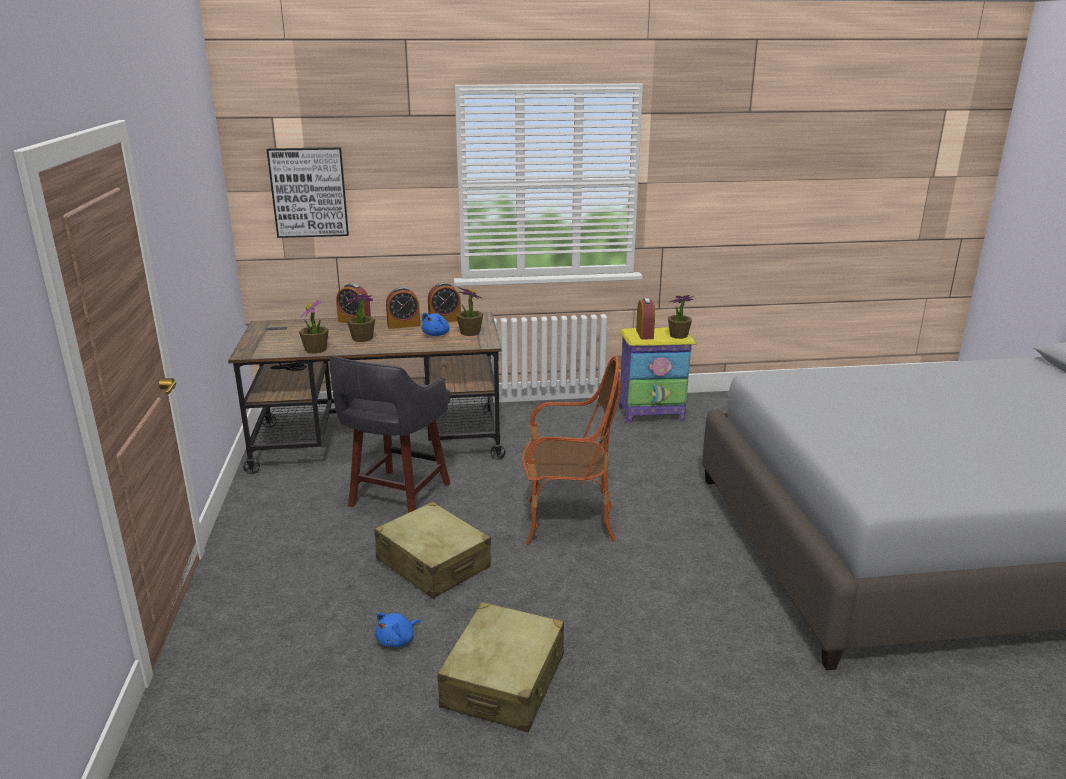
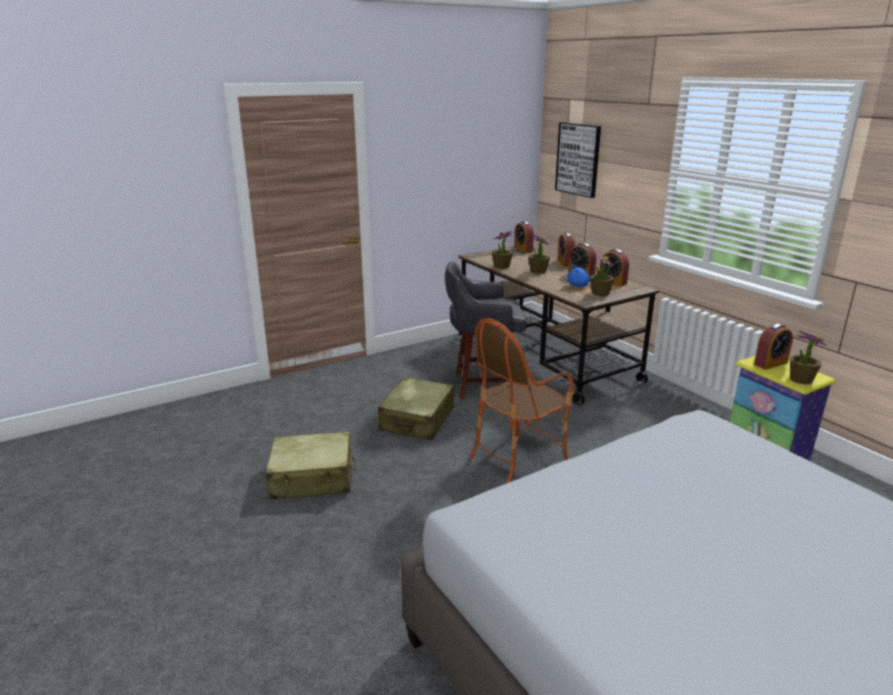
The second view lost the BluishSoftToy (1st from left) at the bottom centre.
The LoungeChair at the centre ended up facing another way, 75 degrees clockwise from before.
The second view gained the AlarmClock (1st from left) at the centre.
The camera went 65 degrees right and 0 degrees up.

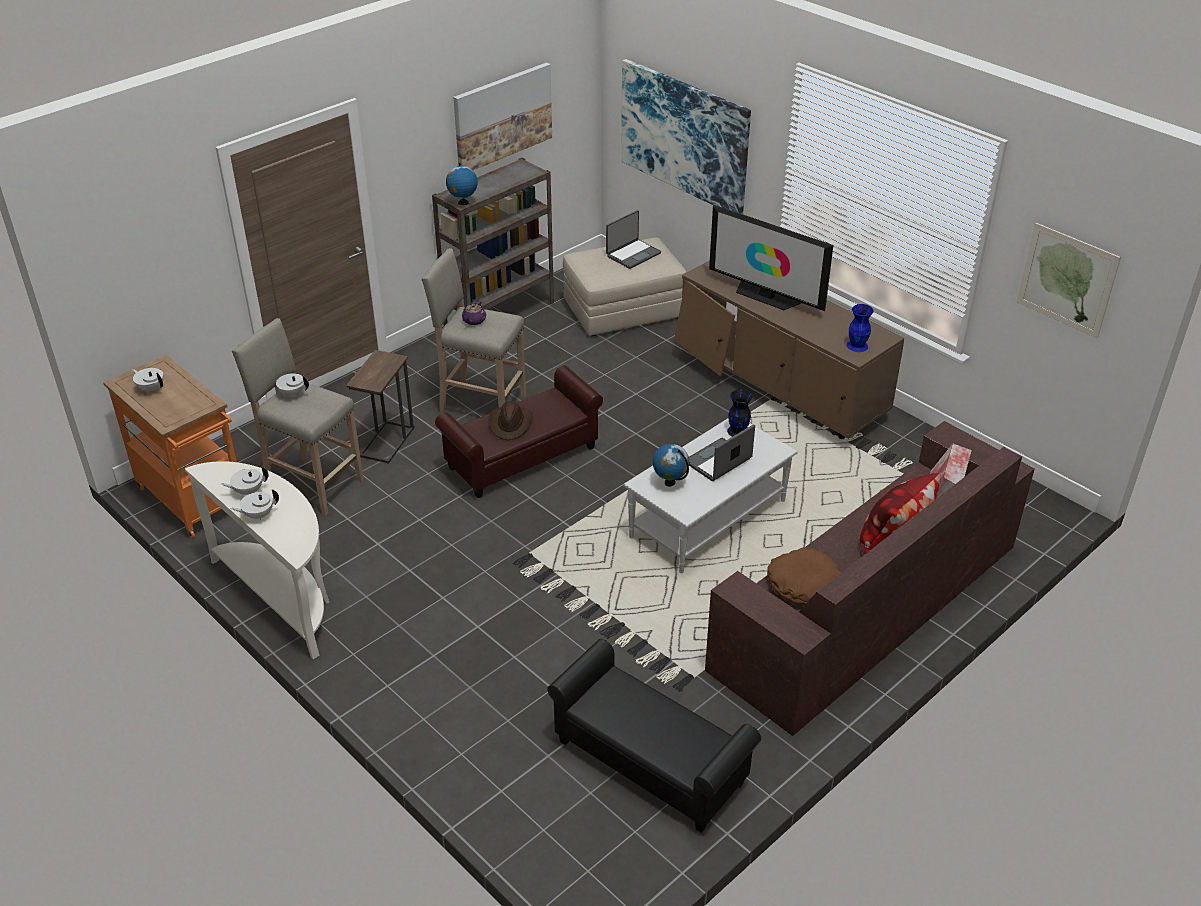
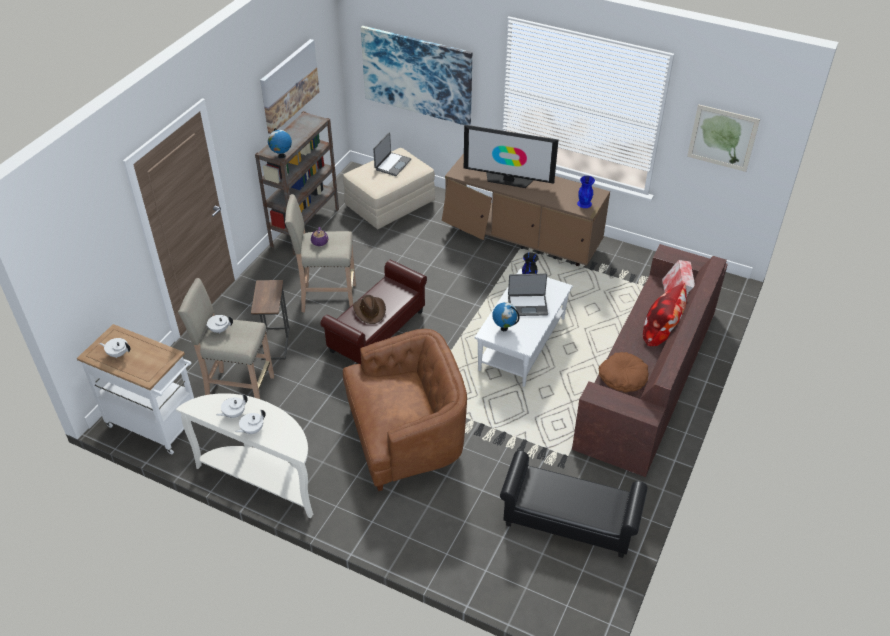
What was the OrangeColouredWheeledCart at the middle left turned into the WhitishWheeledCart at the middle left.
The Laptop (2nd from left) at the centre ended up facing another way, 120 degrees counterclockwise from before.
The second view gained the BrownLoungeChair at the centre.
The camera went 20 degrees left and 5 degrees up.

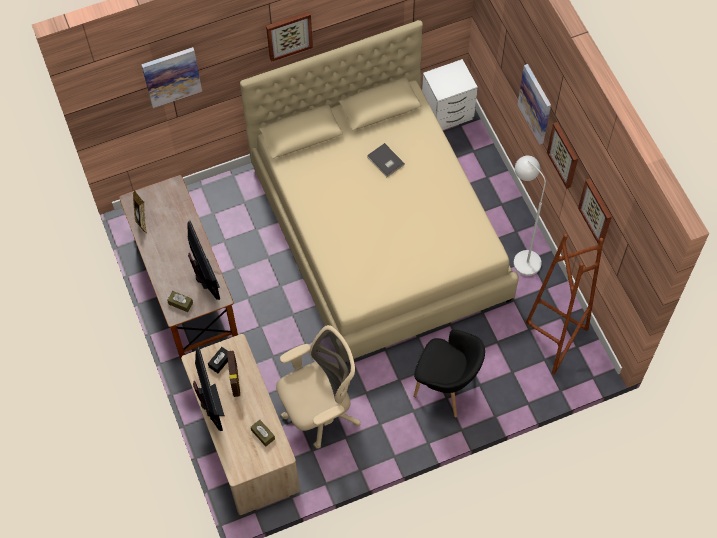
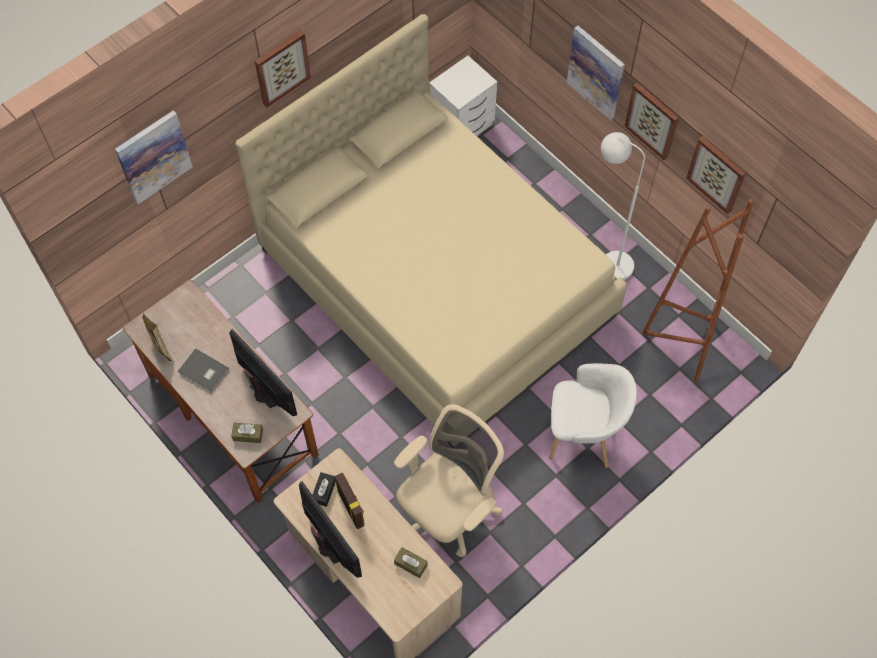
The GrayBook ended up elsewhere, having gone from the top centre to the middle left.
What was the BlackishLoungeChair at the bottom centre turned into the WhitishLoungeChair at the middle right.
The camera went 20 degrees left and 0 degrees up.

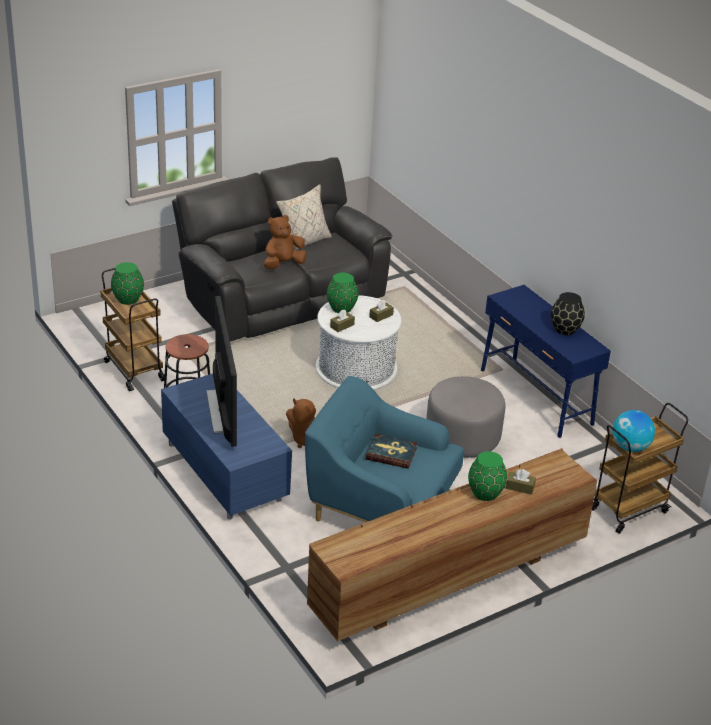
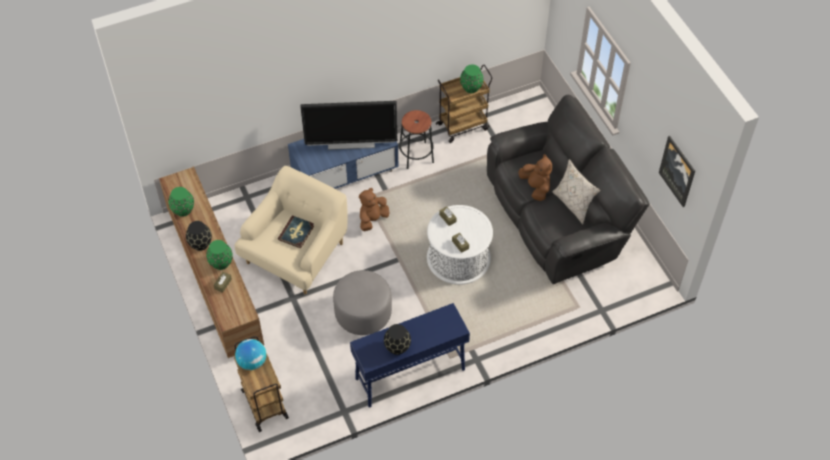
What was the BluishLoungeChair at the centre turned into the SandColouredLoungeChair at the centre.
The GreenishDecorativeVase (2nd from left in the first image) ended up elsewhere, having gone from the centre to the middle left.
The second view gained the BlackishDecorativeVase (1st from left) at the middle left.
The second view gained the WallPicture at the middle right.
The camera went 100 degrees right and 20 degrees up.

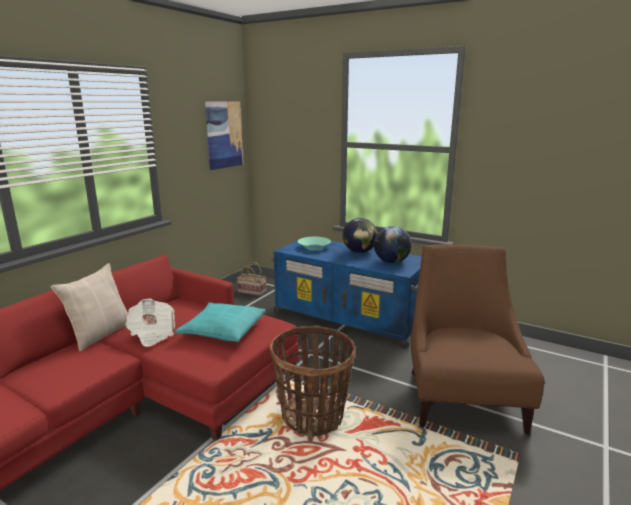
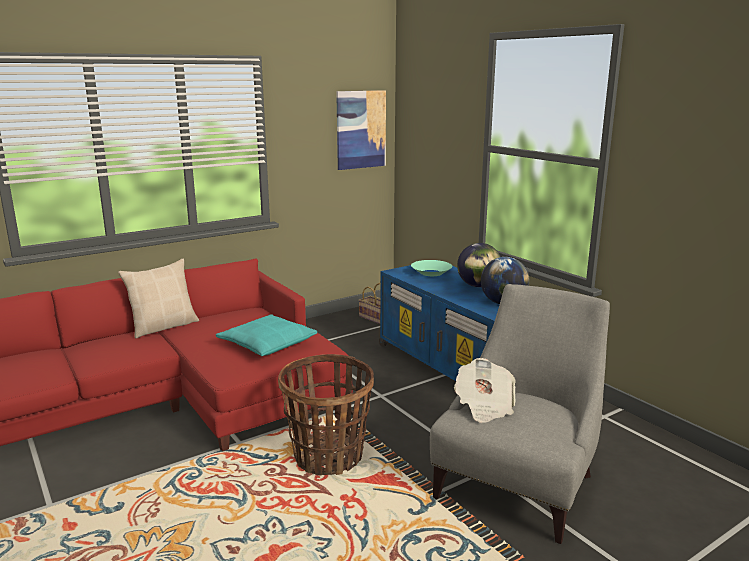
The DailyPaper ended up elsewhere, having gone from the middle left to the bottom centre.
What was the BrownLoungeChair at the bottom right turned into the GrayLoungeChair at the bottom right.
The camera went 25 degrees right and 0 degrees up.

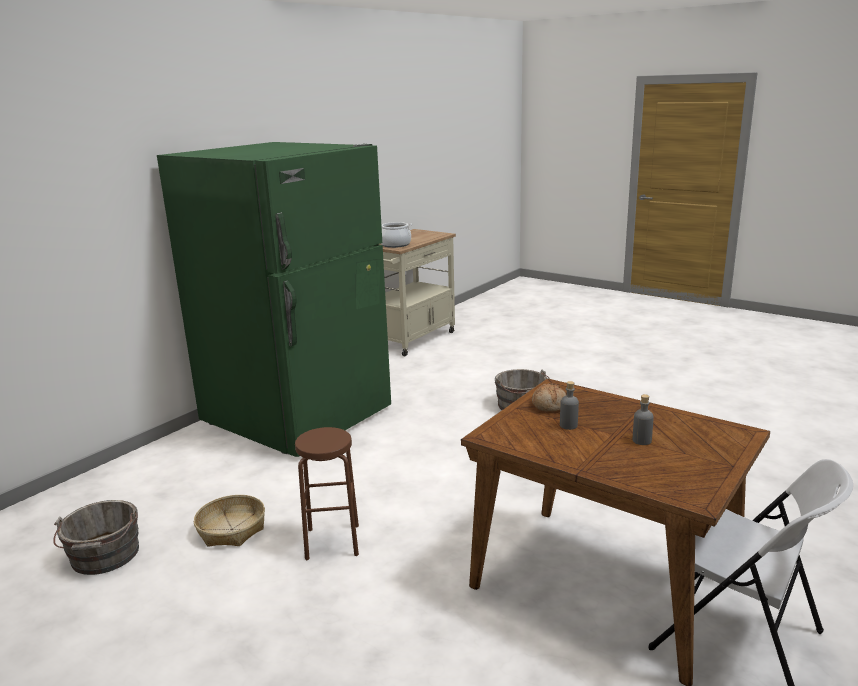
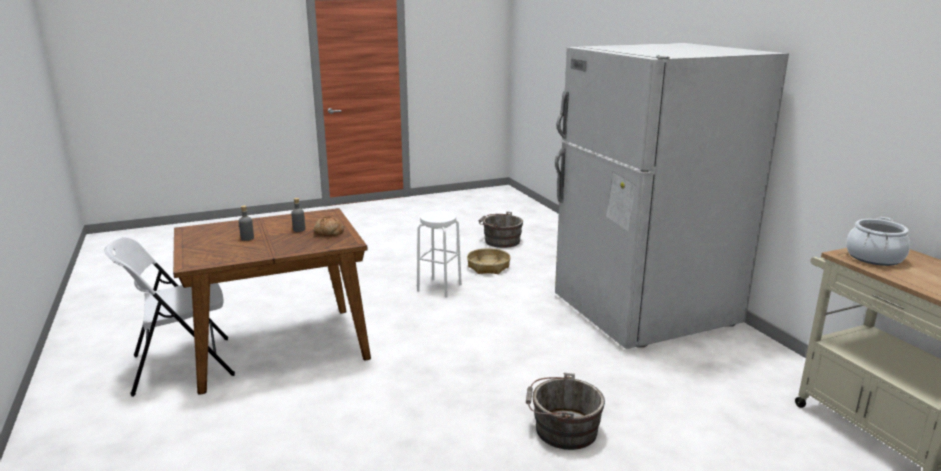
What was the GreenishKitchenFridge at the middle left turned into the WhitishKitchenFridge at the middle right.
What was the BrownSittingStool at the bottom centre turned into the WhitishSittingStool at the centre.
The camera went 120 degrees right and 0 degrees up.

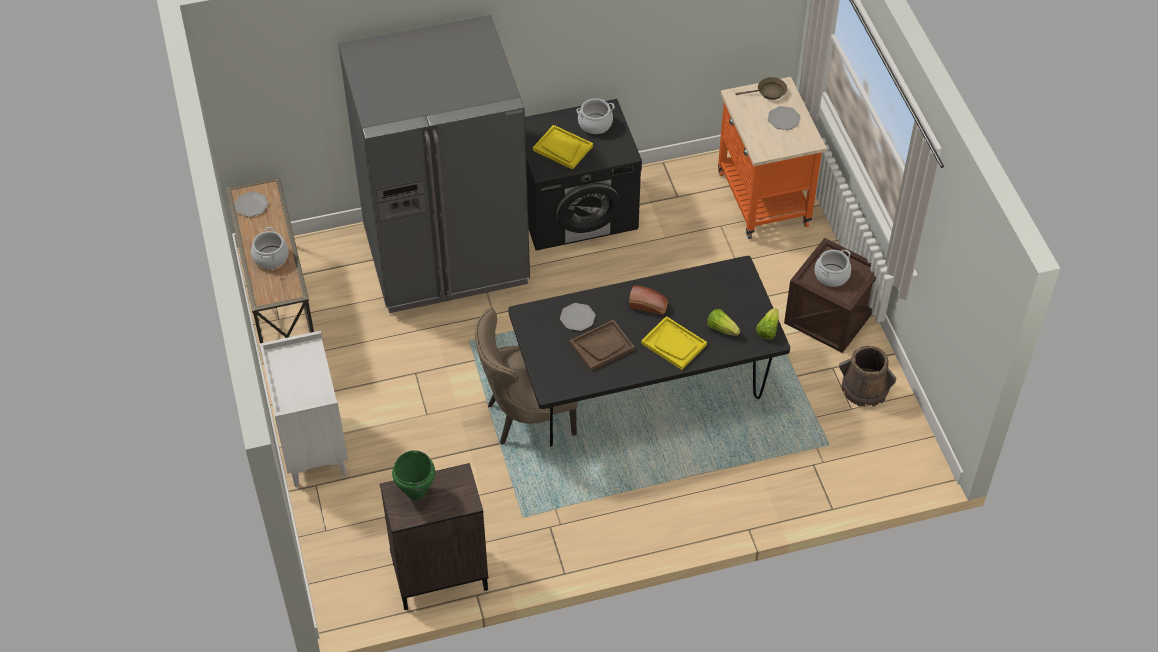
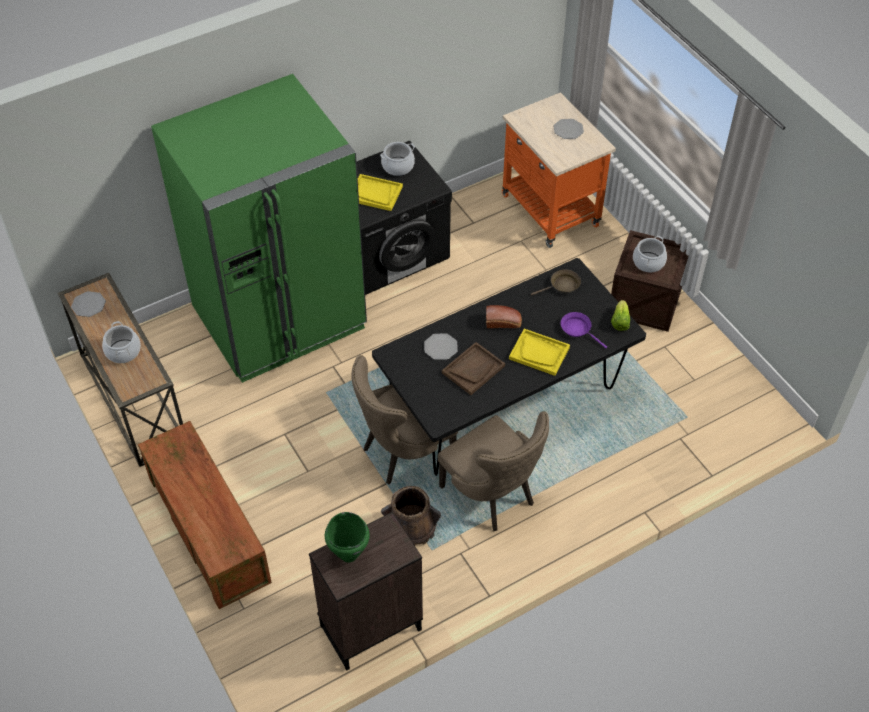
Where the WhitishCupboard stood at the middle left, the BrownLongSeat came to stand at the bottom left.
What was the GrayKitchenFridge at the top centre turned into the GreenishKitchenFridge at the top left.
Where the HeadOfLettuce (1st from left) stood at the centre, the PurplePan came to stand at the middle right.
The BrownPan ended up elsewhere, having gone from the top centre to the centre.
The BrownBucket ended up elsewhere, having gone from the middle right to the bottom centre.
The second view gained the SandColouredUprightChair (2nd from left) at the centre.
The camera went 15 degrees left and 0 degrees up.

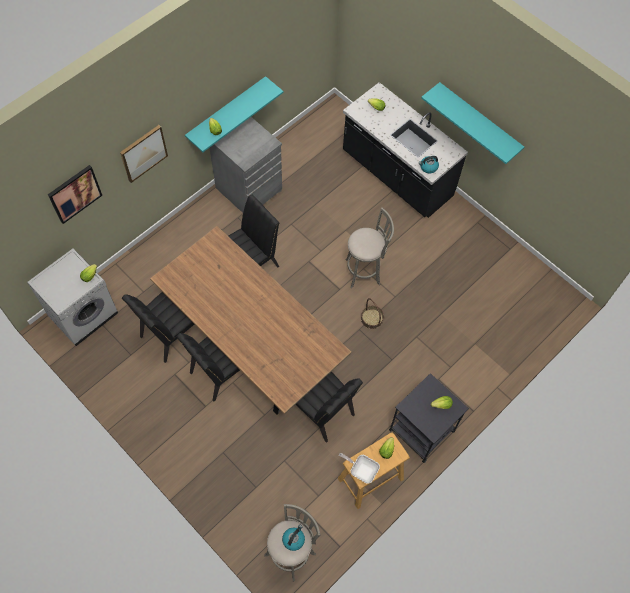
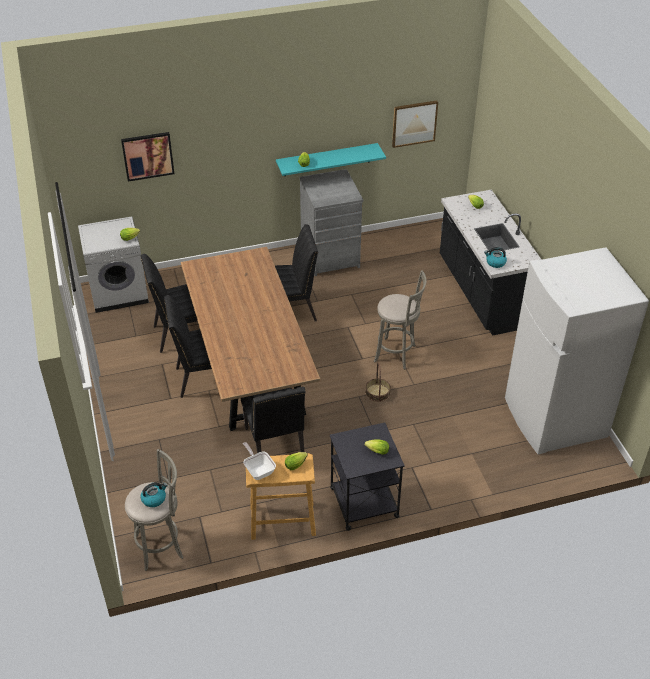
The WallPicture (2nd from left) ended up elsewhere, having gone from the top left to the top centre.
The second view lost the TurquoiseBracketShelf (2nd from left) at the top right.
The second view gained the WhitishKitchenFridge at the middle right.
The camera went 30 degrees right and 20 degrees down.

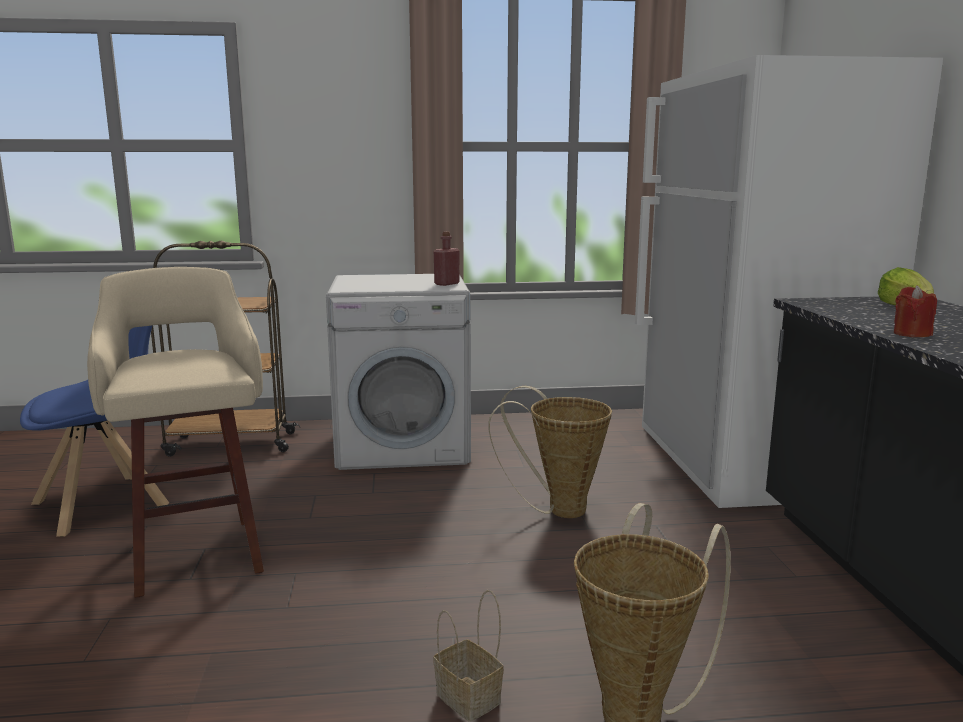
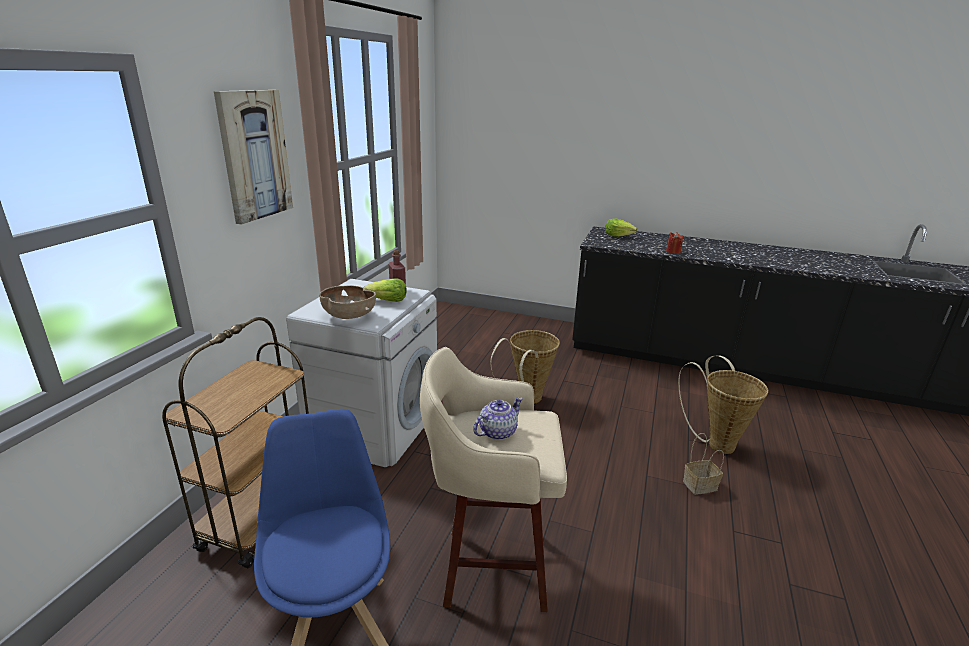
The second view lost the WhitishKitchenFridge at the middle right.
The second view gained the WallPicture at the top left.
The second view gained the BrownDeepDish at the centre.
The second view gained the HeadOfLettuce (1st from left) at the centre.
The second view gained the Teapot at the centre.
The camera went 65 degrees left and 10 degrees up.

